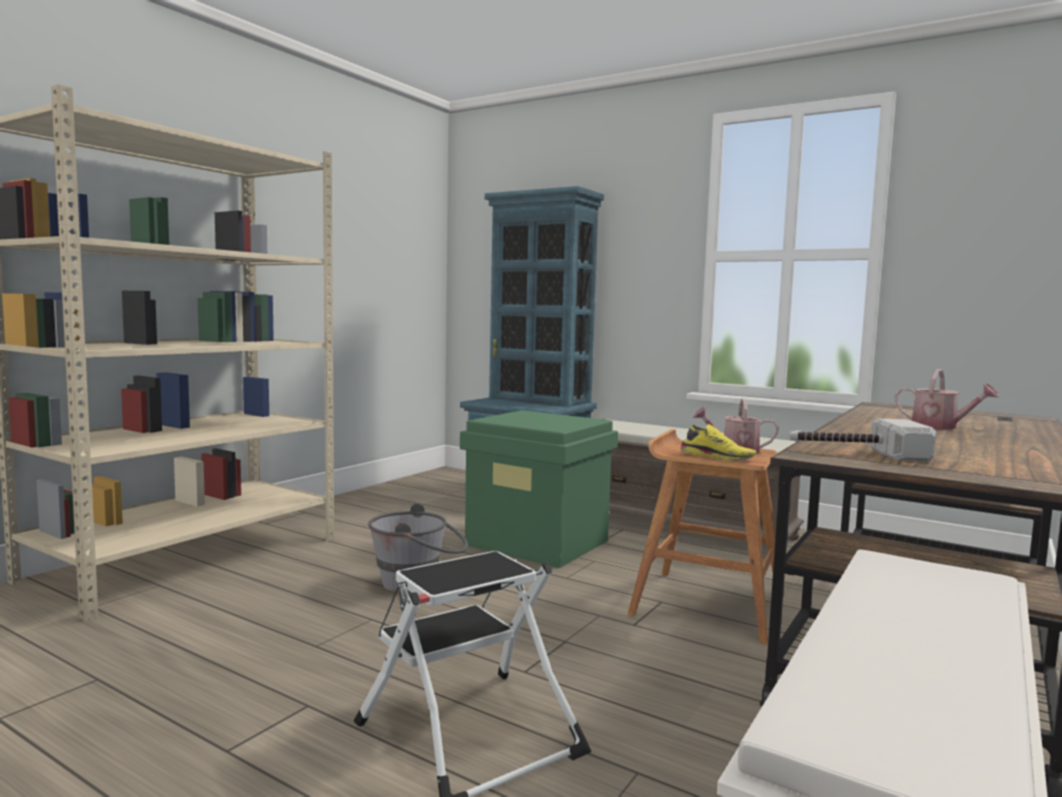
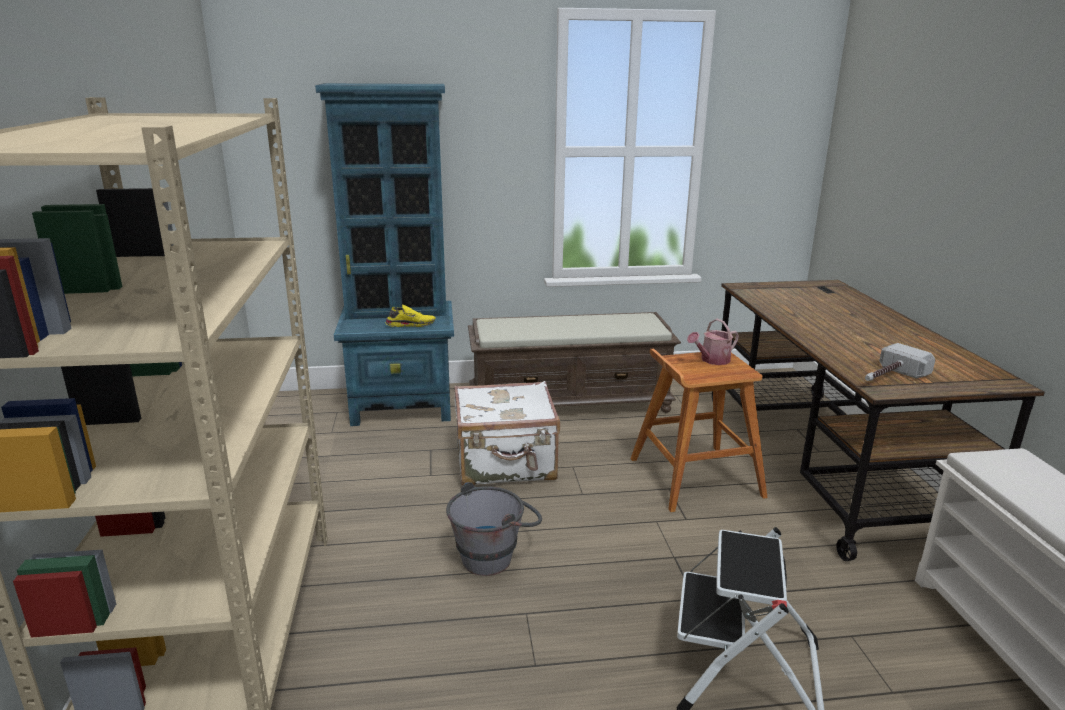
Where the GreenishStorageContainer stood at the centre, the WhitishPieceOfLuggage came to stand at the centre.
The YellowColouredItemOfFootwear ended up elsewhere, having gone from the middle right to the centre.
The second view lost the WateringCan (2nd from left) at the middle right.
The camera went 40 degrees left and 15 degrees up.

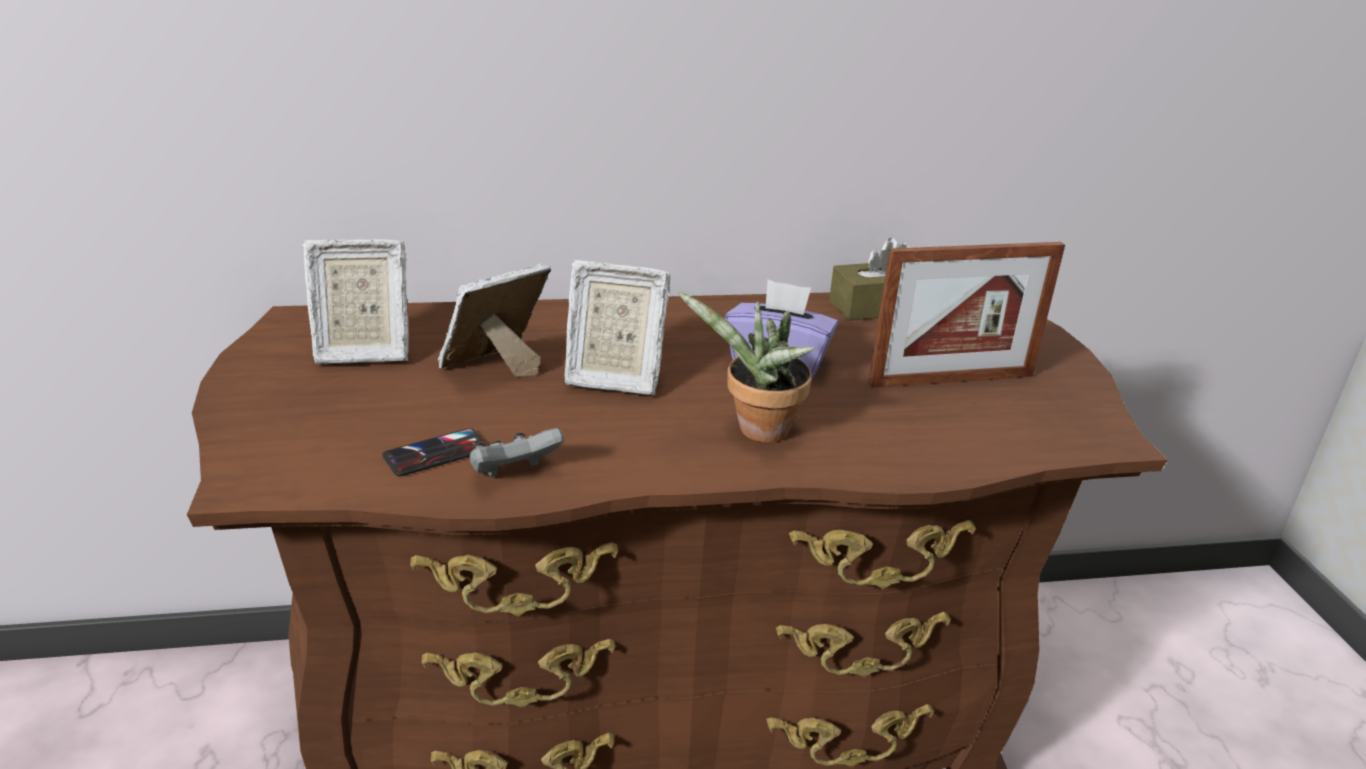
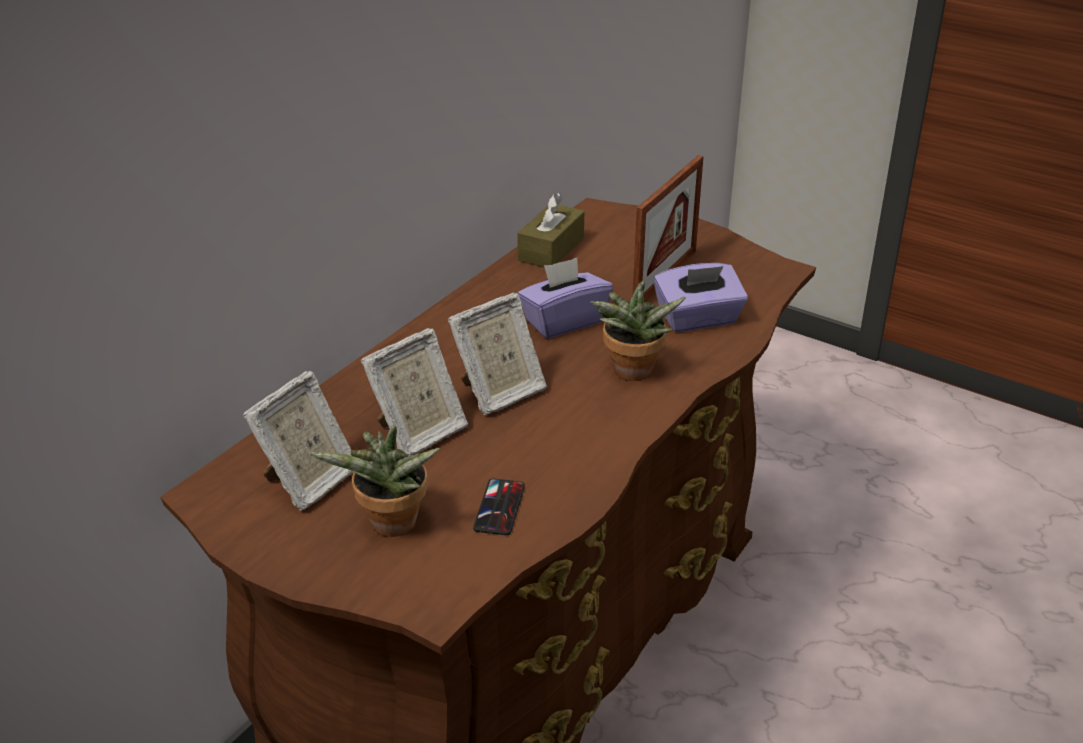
The PictureFrame (2nd from left) at the centre ended up facing another way, 135 degrees counterclockwise from before.
The second view lost the GrayJoypad at the centre.
The second view gained the PottedPlant (1st from left) at the centre.
The second view gained the PurpleTissueHolder (2nd from left) at the centre.
The camera went 45 degrees left and 5 degrees up.

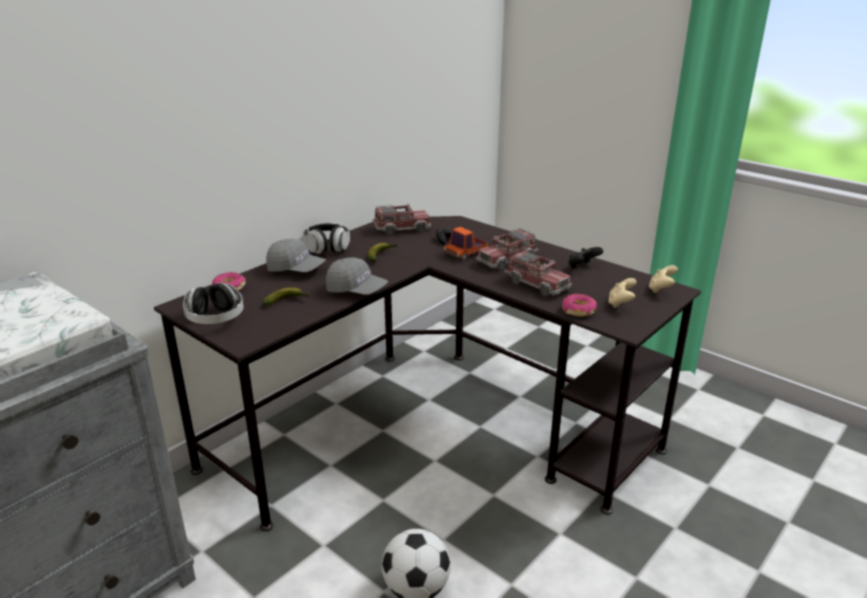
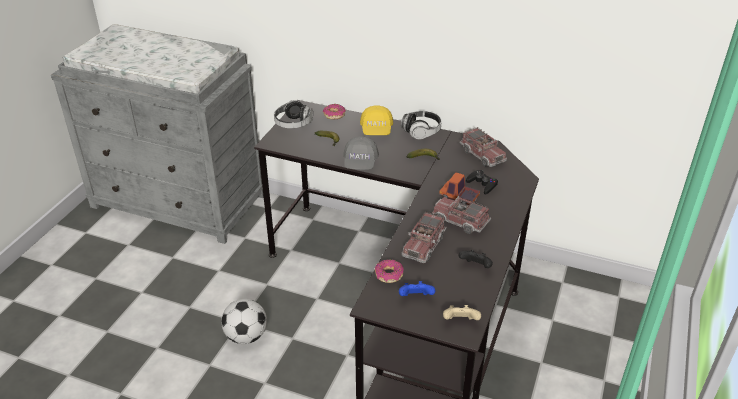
What was the GrayCap (1st from left) at the centre turned into the YellowColouredCap at the top centre.
What was the SandColouredJoypad (1st from left) at the middle right turned into the BluishJoypad at the bottom centre.
The camera went 70 degrees right and 10 degrees up.

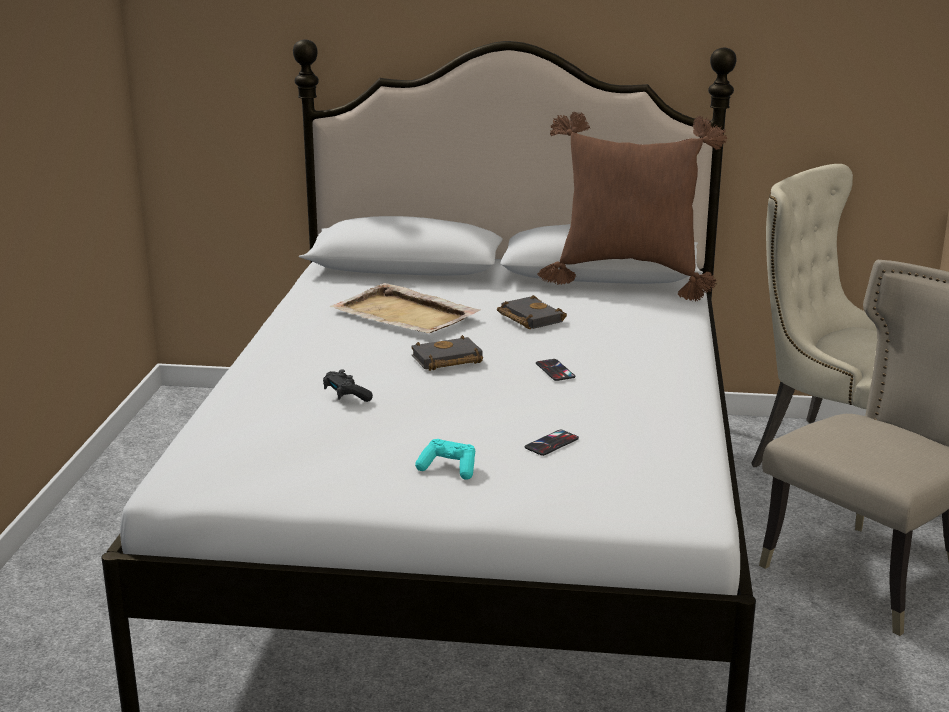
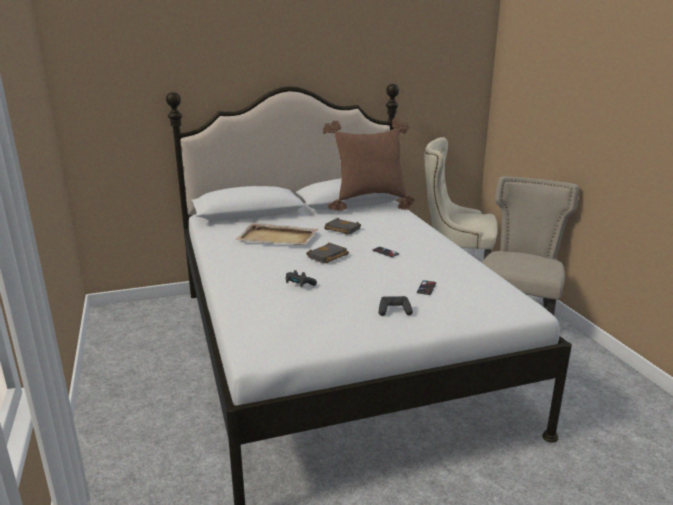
What was the TurquoiseJoypad at the centre turned into the BlackishJoypad (2nd from left) at the centre.
The camera went 25 degrees left and 0 degrees up.

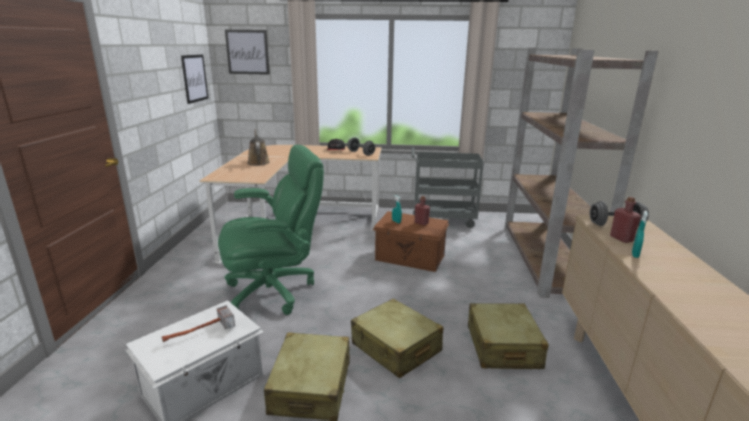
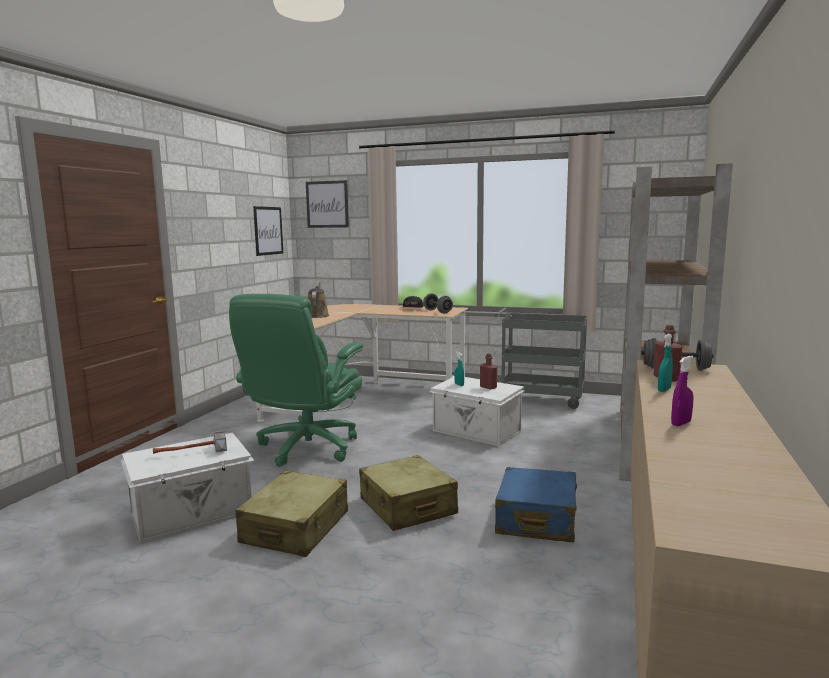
The GreenishComputerChair at the centre ended up facing another way, 120 degrees clockwise from before.
What was the BrownStorageContainer at the centre turned into the WhitishStorageContainer (2nd from left) at the centre.
What was the SandColouredPieceOfLuggage (3rd from left) at the bottom right turned into the BluishPieceOfLuggage at the bottom centre.
The second view gained the PurpleSprayer at the middle right.
The camera went 15 degrees right and 10 degrees down.

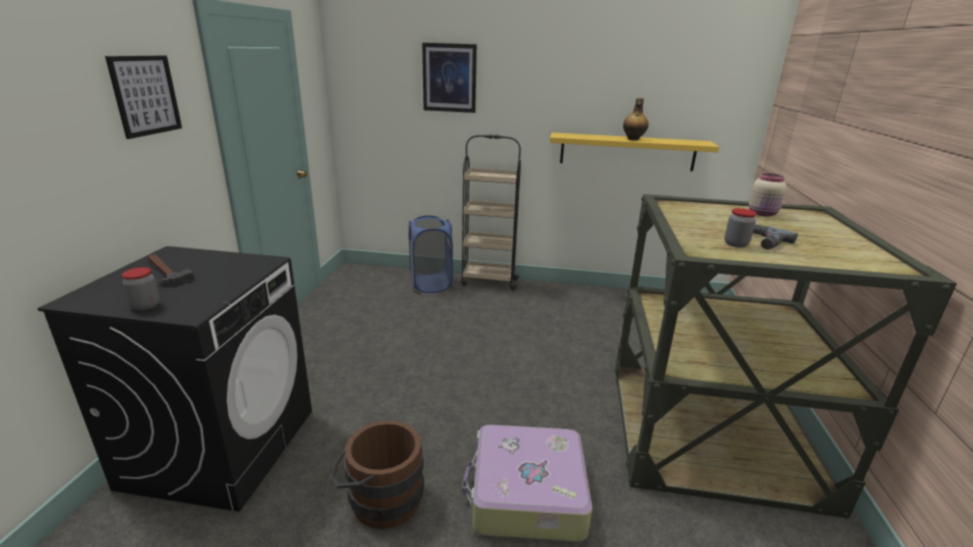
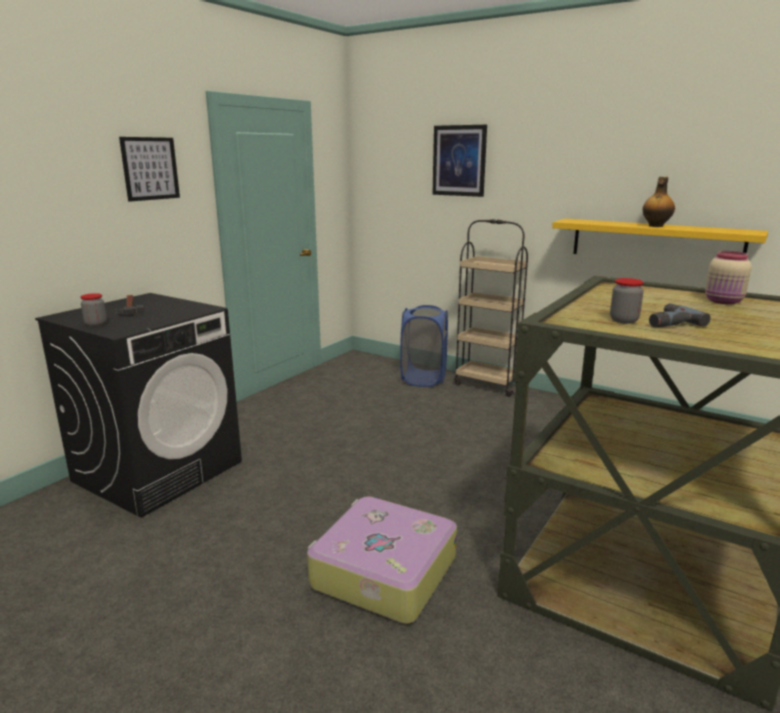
The second view lost the BrownBucket at the bottom centre.
The camera went 25 degrees right and 5 degrees down.

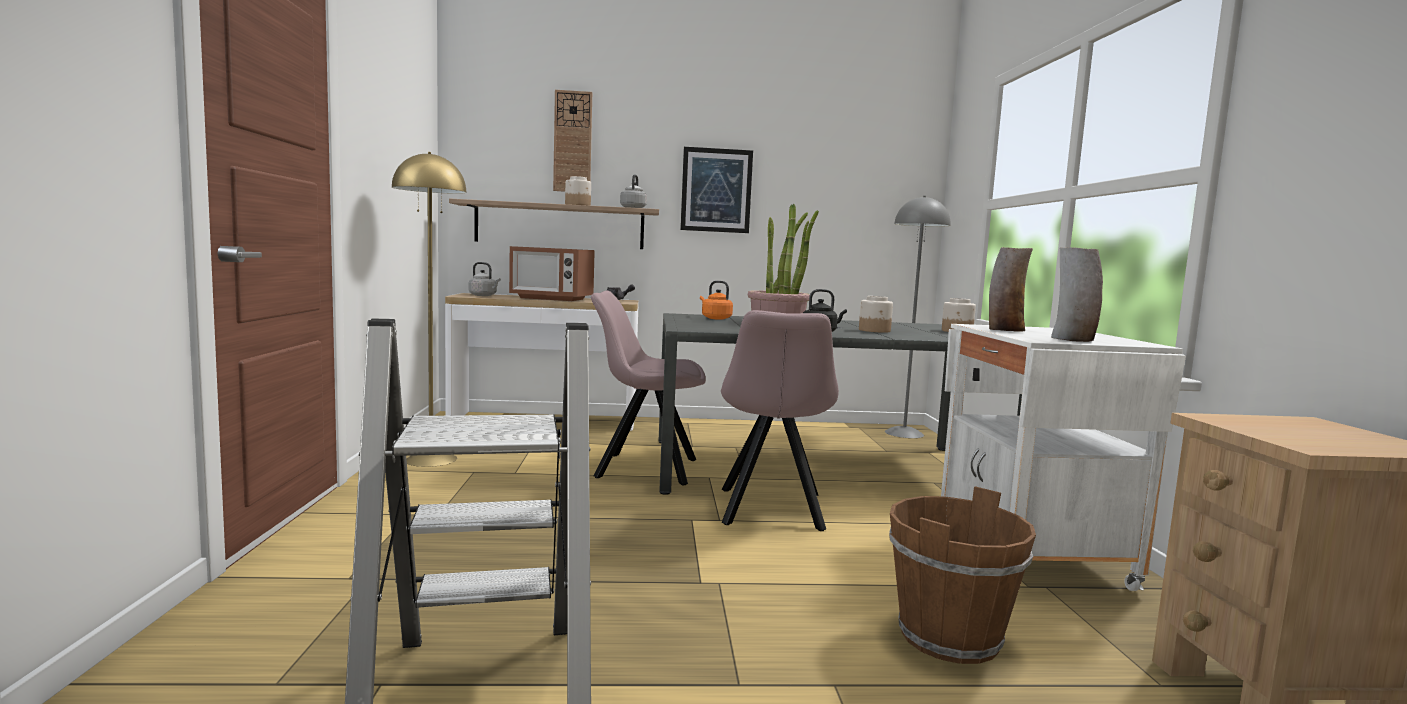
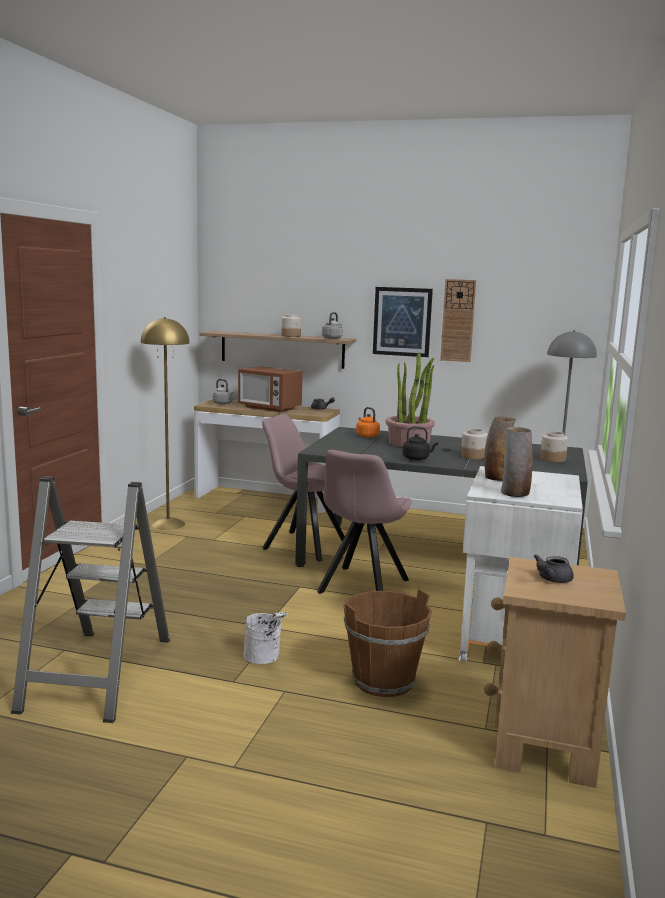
The ClockOnTheWall ended up elsewhere, having gone from the top centre to the middle right.
The second view gained the WhitishBucket at the bottom centre.
The second view gained the GrayTeapot (2nd from left) at the middle right.
The camera went 20 degrees right and 5 degrees up.

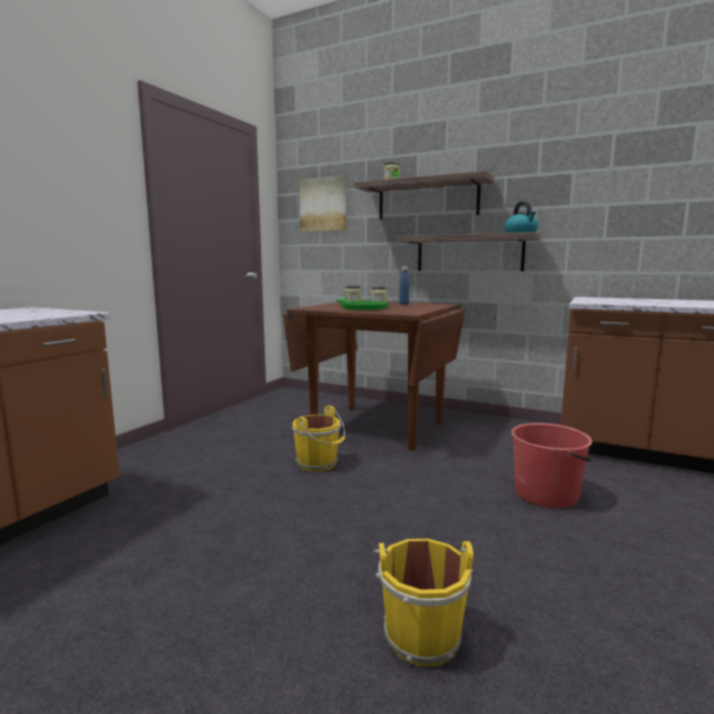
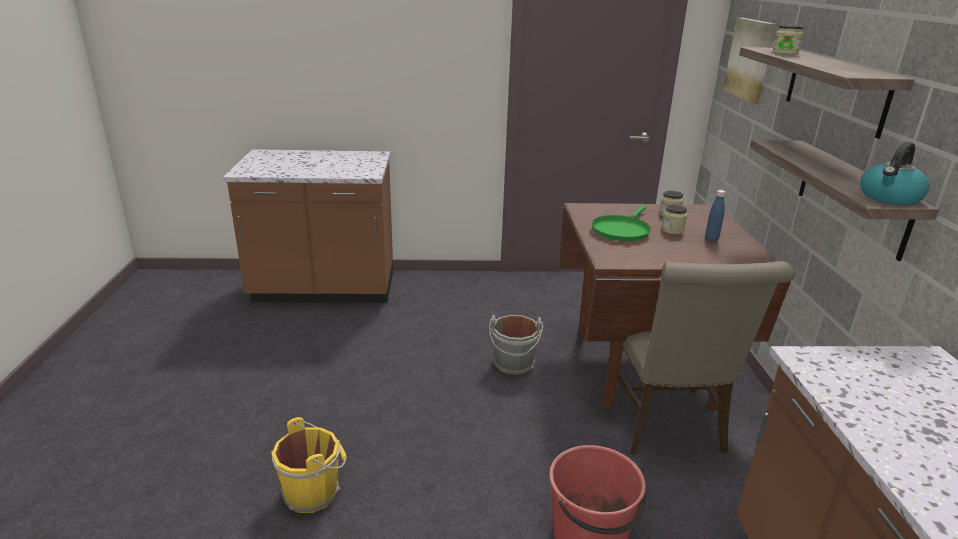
What was the YellowColouredBucket (1st from left) at the centre turned into the GrayBucket at the centre.
The second view gained the SandColouredUprightChair at the middle right.
The camera went 60 degrees right and 15 degrees up.

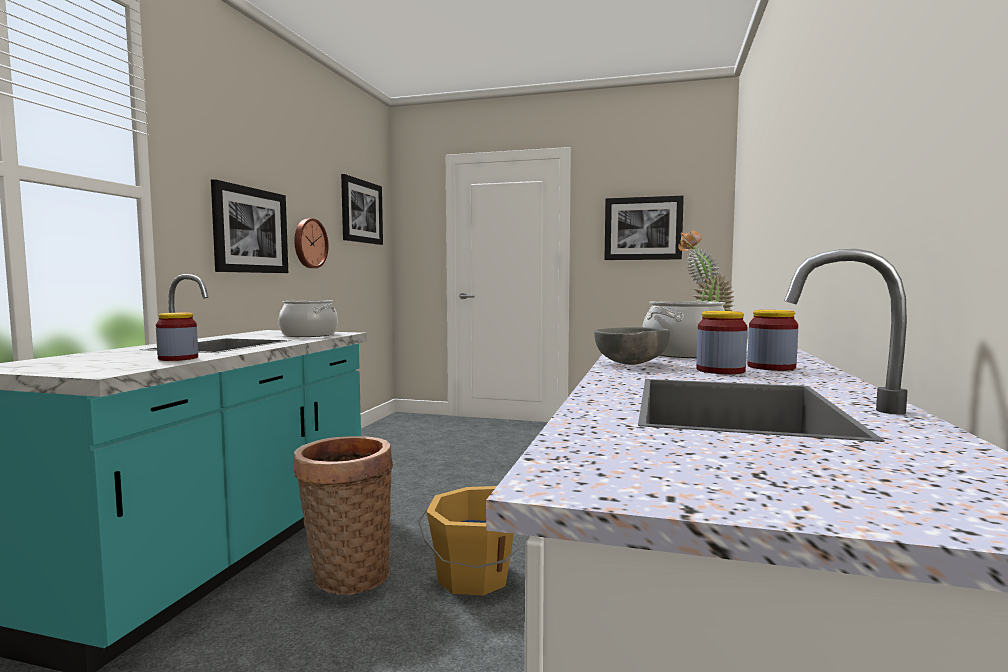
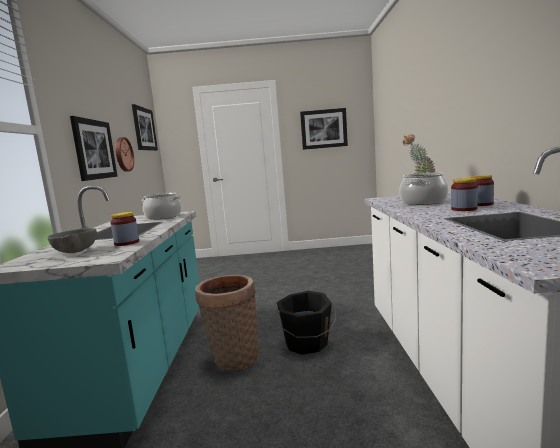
What was the OrangeColouredBucket at the bottom centre turned into the BlackishBucket at the bottom centre.
The GrayDeepDish ended up elsewhere, having gone from the centre to the middle left.
The camera went 15 degrees left and 5 degrees up.

